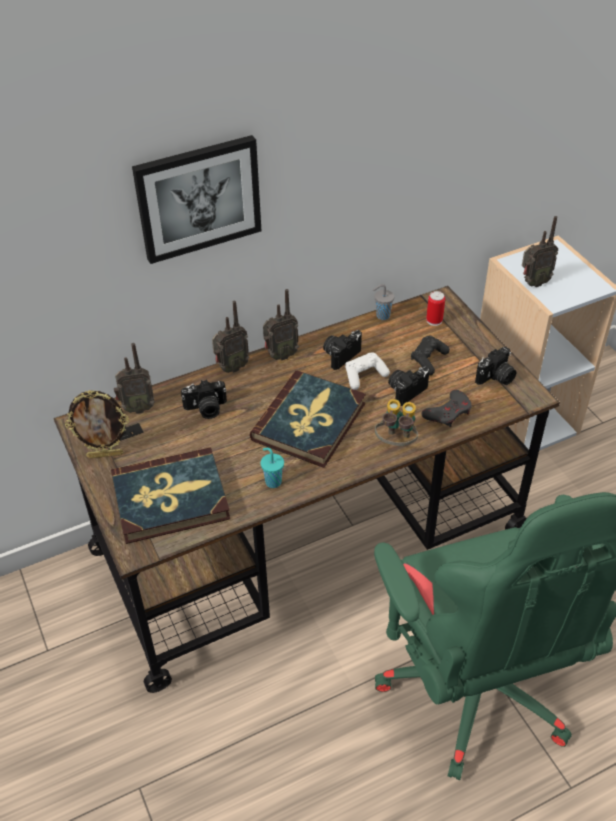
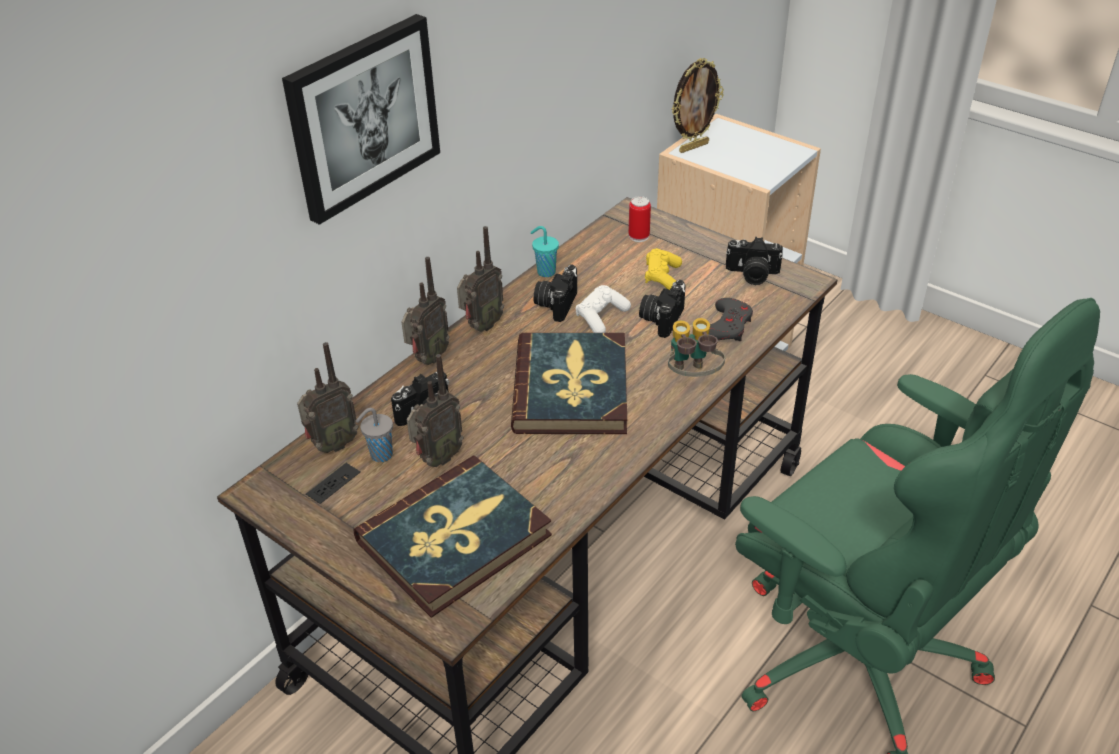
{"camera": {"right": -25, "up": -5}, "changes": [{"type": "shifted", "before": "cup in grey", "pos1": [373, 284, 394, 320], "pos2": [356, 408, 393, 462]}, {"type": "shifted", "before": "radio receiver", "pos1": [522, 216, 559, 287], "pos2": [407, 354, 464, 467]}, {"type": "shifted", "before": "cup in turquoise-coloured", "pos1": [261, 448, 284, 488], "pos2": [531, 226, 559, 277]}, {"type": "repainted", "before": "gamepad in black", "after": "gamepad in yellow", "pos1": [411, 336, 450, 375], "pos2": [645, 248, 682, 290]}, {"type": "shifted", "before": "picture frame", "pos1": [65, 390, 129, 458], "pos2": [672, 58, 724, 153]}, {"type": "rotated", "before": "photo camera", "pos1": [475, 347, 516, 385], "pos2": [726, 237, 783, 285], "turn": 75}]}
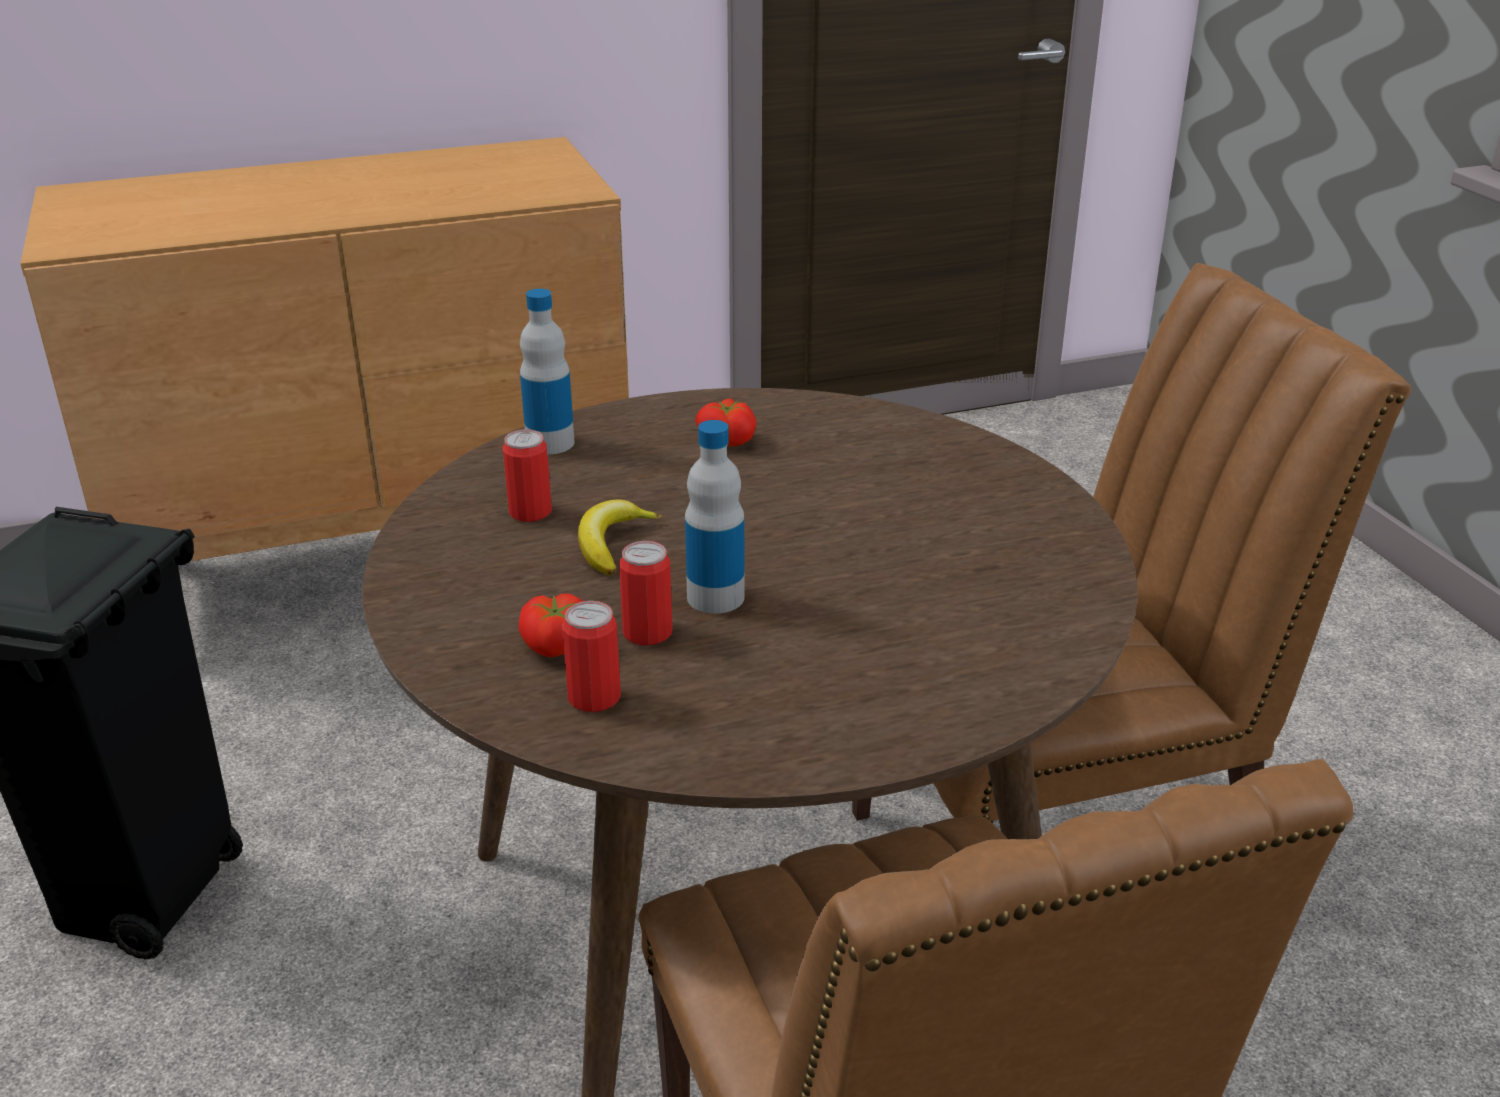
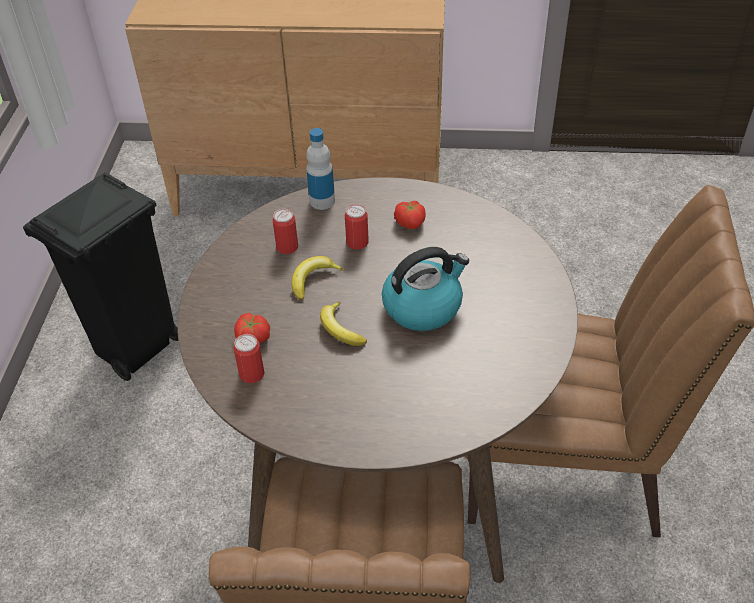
{"camera": {"right": 25, "up": 15}, "changes": [{"type": "swapped", "before": "beverage bottle", "after": "banana fruit", "pos1": [685, 420, 745, 614], "pos2": [320, 302, 367, 346]}, {"type": "shifted", "before": "can", "pos1": [619, 541, 673, 645], "pos2": [345, 204, 369, 250]}, {"type": "new", "after": "water kettle", "pos2": [382, 247, 469, 331]}]}
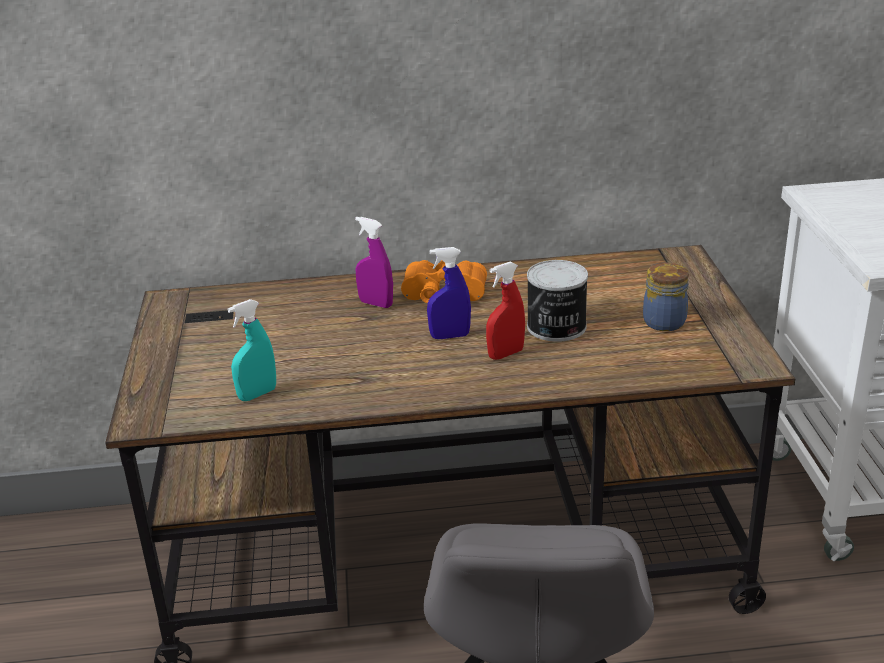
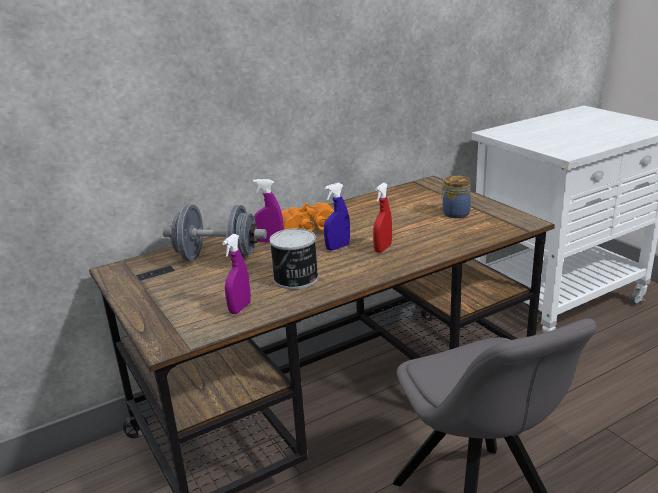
{"camera": {"right": -25, "up": -5}, "changes": [{"type": "new", "after": "free weight in grey", "pos2": [163, 204, 267, 261]}, {"type": "repainted", "before": "spray bottle in turquoise-coloured", "after": "spray bottle in purple-coloured", "pos1": [227, 299, 276, 401], "pos2": [222, 234, 251, 314]}, {"type": "shifted", "before": "can", "pos1": [527, 260, 588, 342], "pos2": [270, 228, 318, 289]}]}
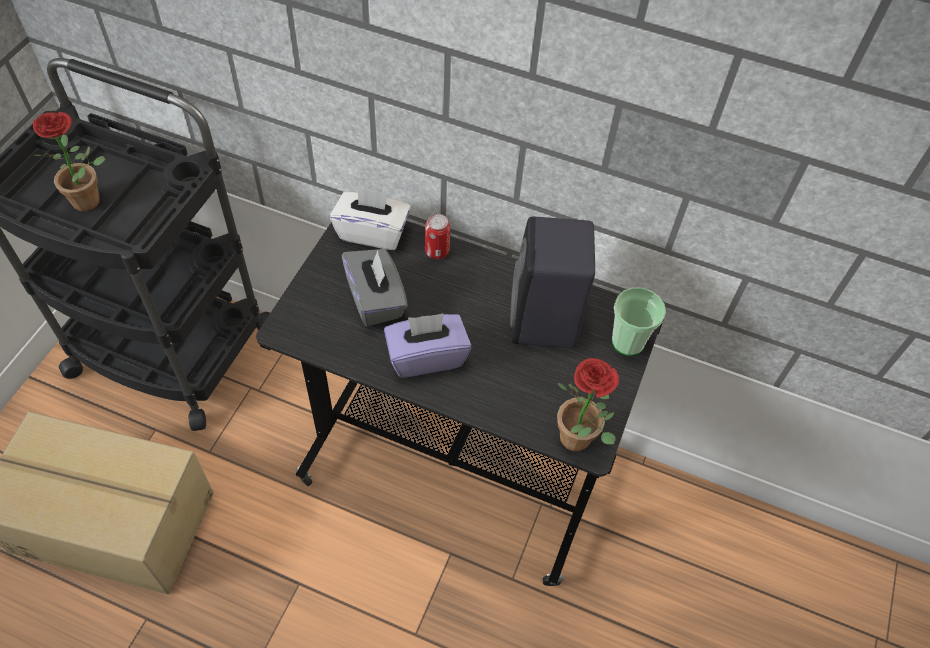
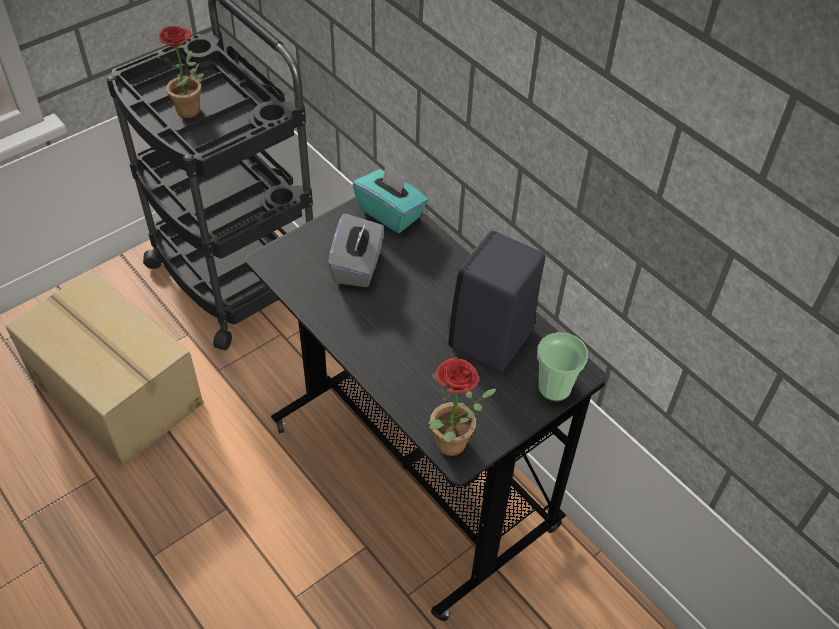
{"camera": {"right": 30, "up": -5}, "changes": [{"type": "repainted", "before": "box of tissues in white-coloured", "after": "box of tissues in turquoise-coloured", "pos1": [330, 186, 411, 250], "pos2": [352, 165, 428, 233]}, {"type": "gone", "before": "box of tissues in purple-coloured", "pos1": [384, 314, 472, 378]}, {"type": "gone", "before": "can", "pos1": [425, 214, 450, 259]}]}
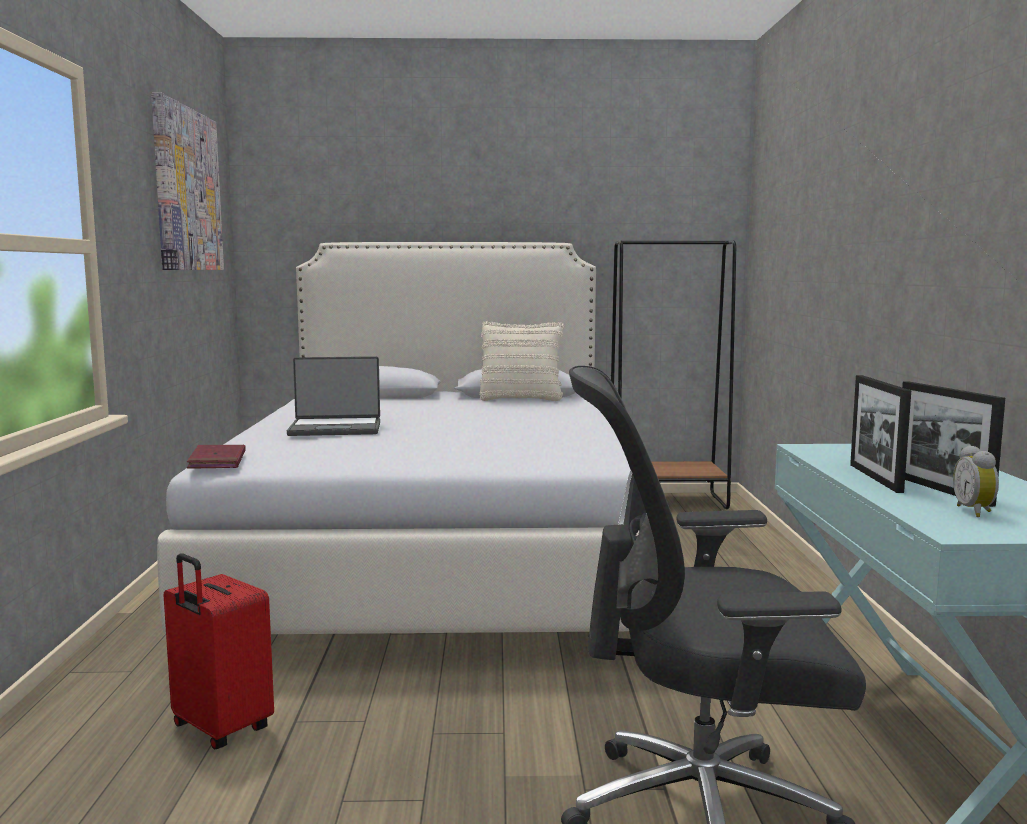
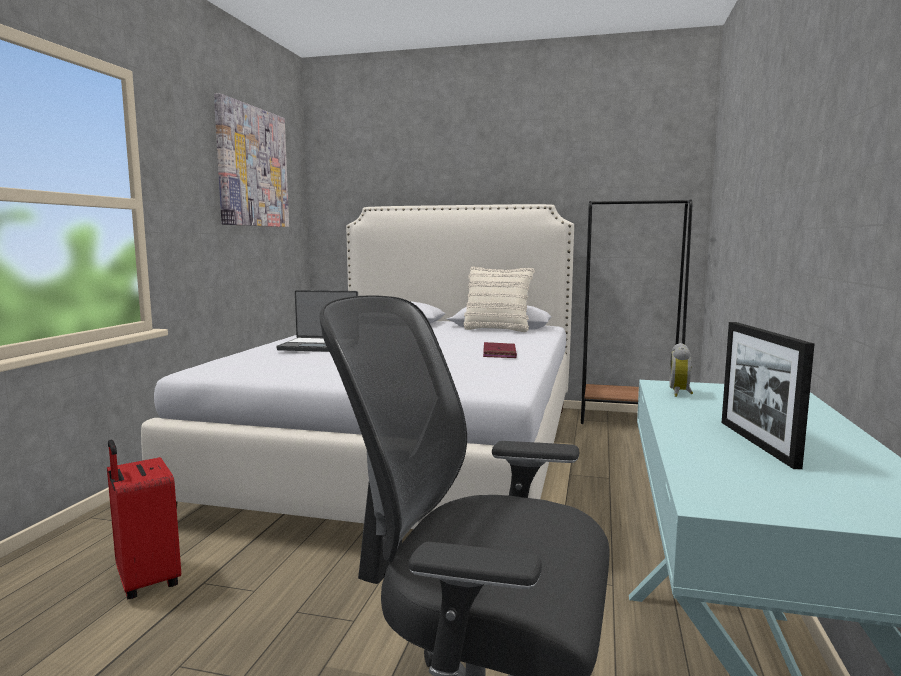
{"camera": {"right": 15, "up": 0}, "changes": [{"type": "shifted", "before": "book in red", "pos1": [187, 445, 245, 469], "pos2": [483, 342, 517, 358]}, {"type": "shifted", "before": "bedside clock", "pos1": [953, 445, 999, 517], "pos2": [669, 343, 693, 397]}, {"type": "gone", "before": "picture frame", "pos1": [850, 375, 911, 493]}]}
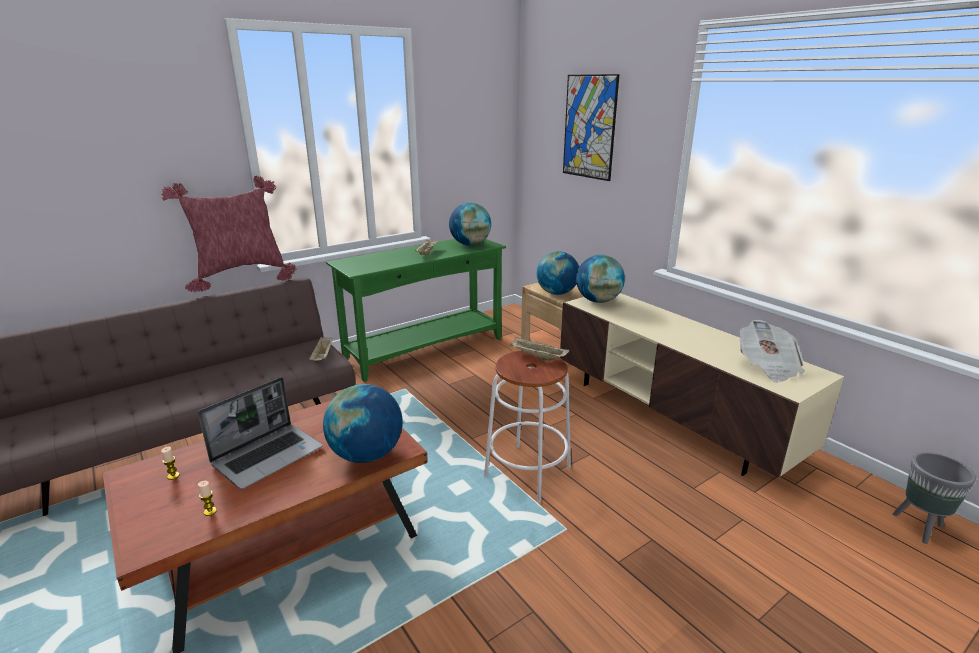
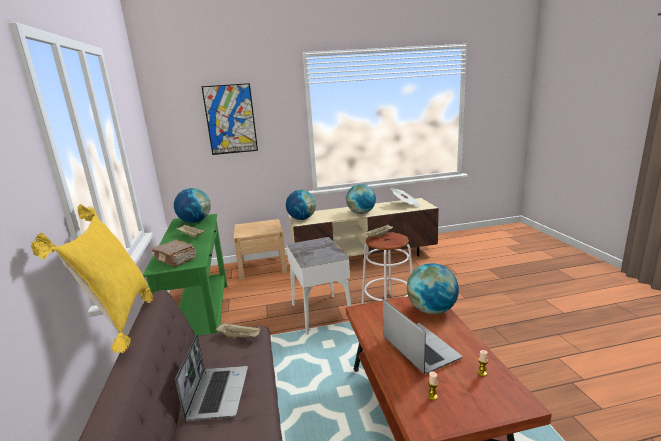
{"camera": {"right": -65, "up": -5}, "changes": [{"type": "repainted", "before": "throw pillow in red", "after": "throw pillow in yellow", "pos1": [162, 175, 297, 292], "pos2": [31, 204, 154, 353]}, {"type": "new", "after": "book in brownish", "pos2": [152, 240, 196, 267]}, {"type": "new", "after": "notebook computer", "pos2": [175, 334, 248, 421]}, {"type": "new", "after": "accent table", "pos2": [287, 237, 351, 335]}, {"type": "shifted", "before": "world globe", "pos1": [536, 251, 579, 295], "pos2": [346, 184, 376, 214]}, {"type": "gone", "before": "plant pot in grey", "pos1": [893, 452, 976, 544]}]}
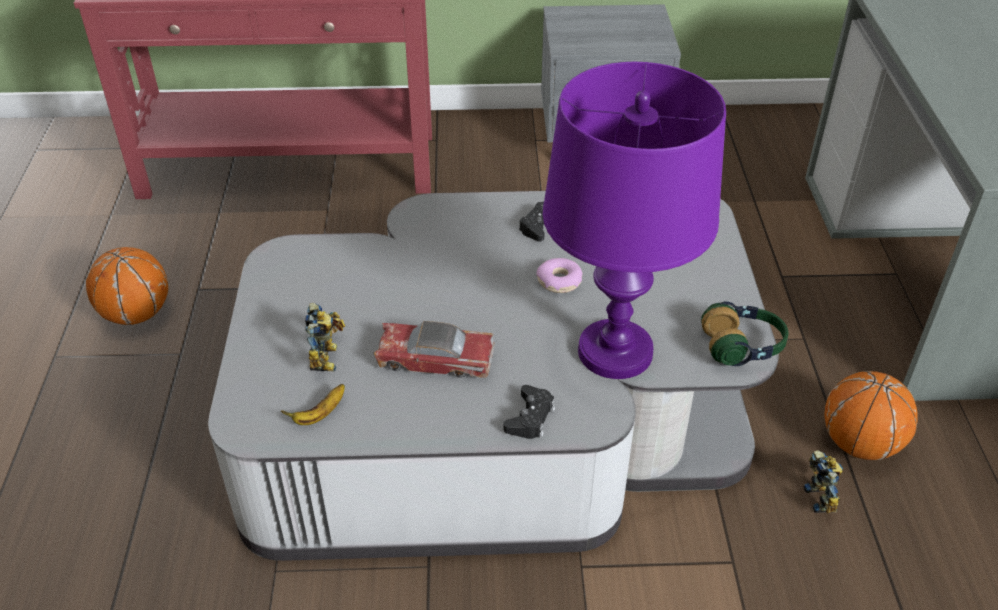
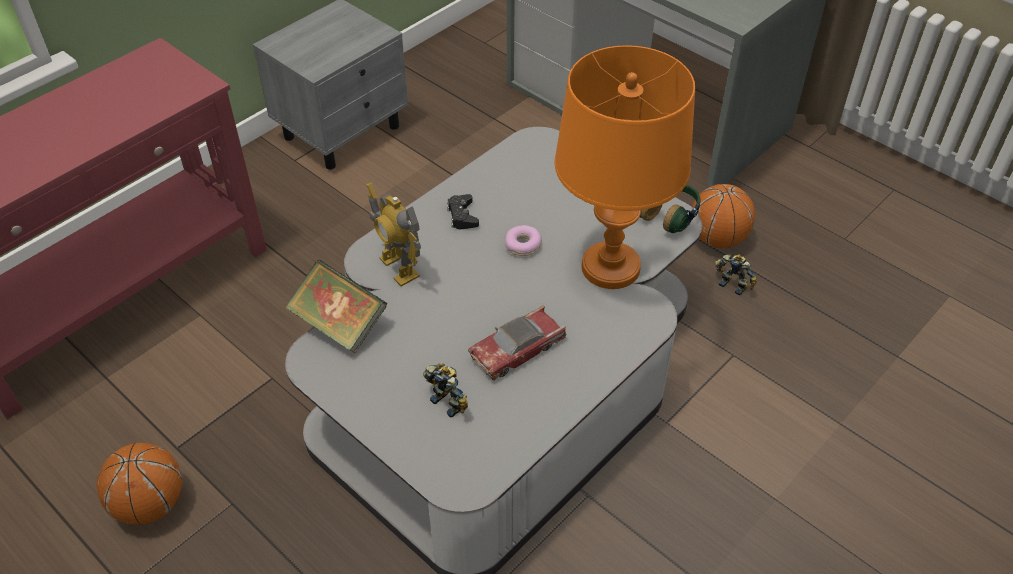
{"camera": {"right": -45, "up": 5}, "changes": [{"type": "new", "after": "book", "pos2": [285, 260, 387, 353]}, {"type": "new", "after": "model robot", "pos2": [366, 183, 421, 286]}, {"type": "repainted", "before": "table lamp in purple-coloured", "after": "table lamp in orange", "pos1": [543, 62, 726, 379], "pos2": [554, 45, 695, 289]}, {"type": "gone", "before": "banana fruit", "pos1": [281, 384, 345, 425]}, {"type": "gone", "before": "gamepad in black", "pos1": [503, 385, 555, 439]}]}
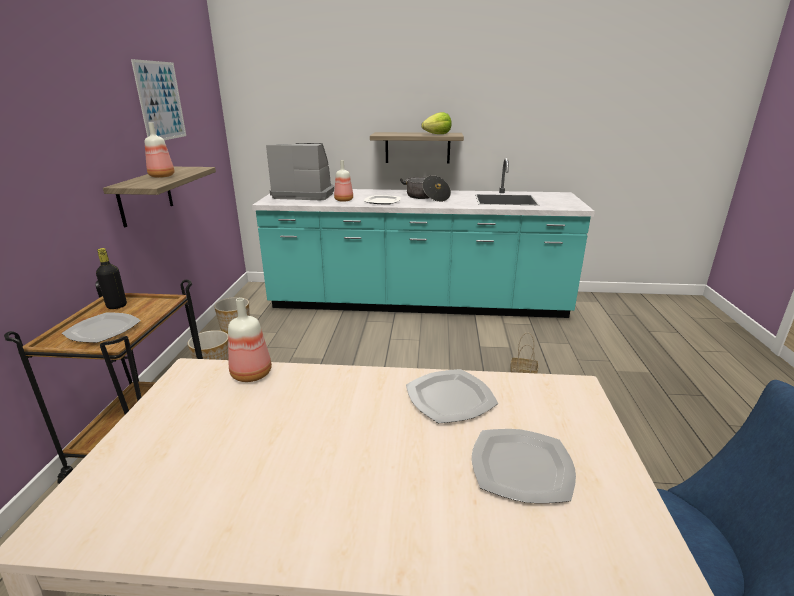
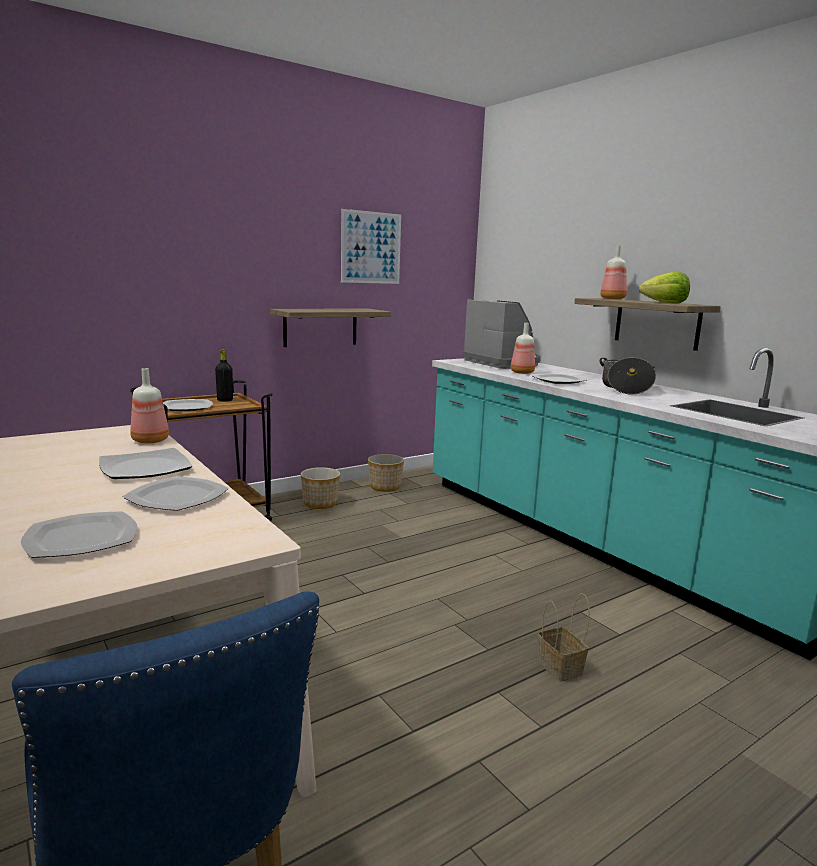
{"camera": {"right": 50, "up": -10}, "changes": [{"type": "new", "after": "dinner plate", "pos2": [99, 448, 192, 479]}, {"type": "shifted", "before": "beverage bottle", "pos1": [145, 123, 174, 178], "pos2": [600, 245, 627, 299]}]}
